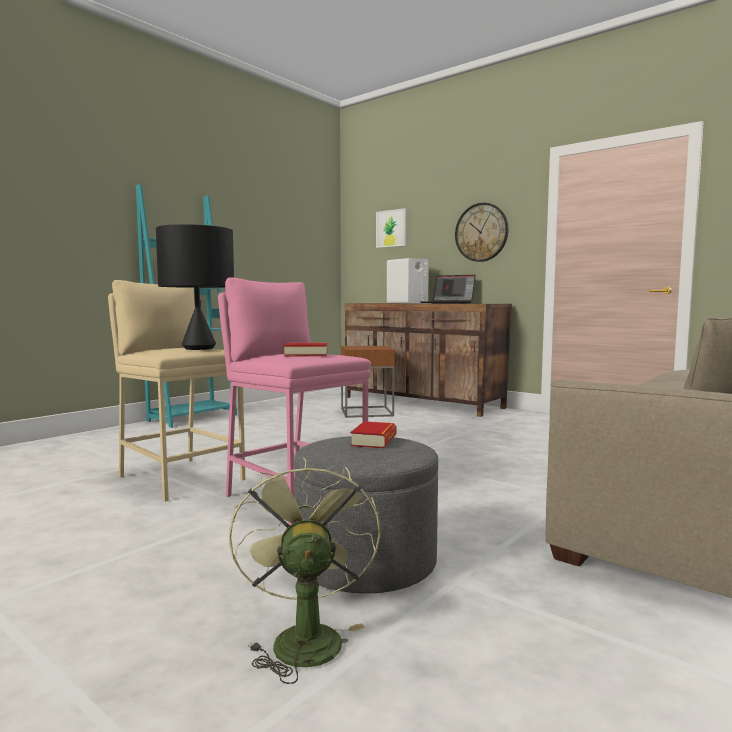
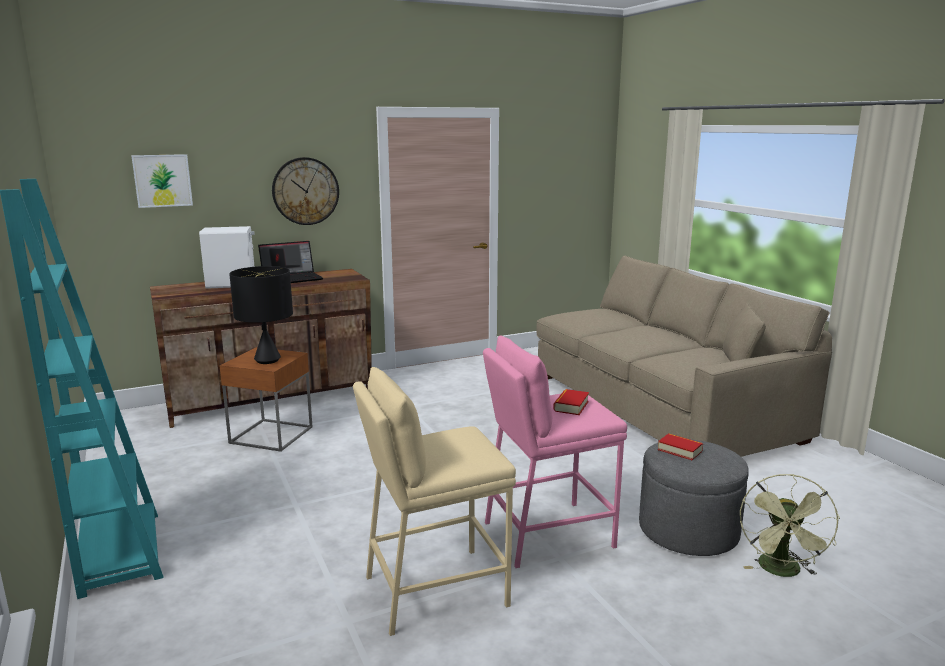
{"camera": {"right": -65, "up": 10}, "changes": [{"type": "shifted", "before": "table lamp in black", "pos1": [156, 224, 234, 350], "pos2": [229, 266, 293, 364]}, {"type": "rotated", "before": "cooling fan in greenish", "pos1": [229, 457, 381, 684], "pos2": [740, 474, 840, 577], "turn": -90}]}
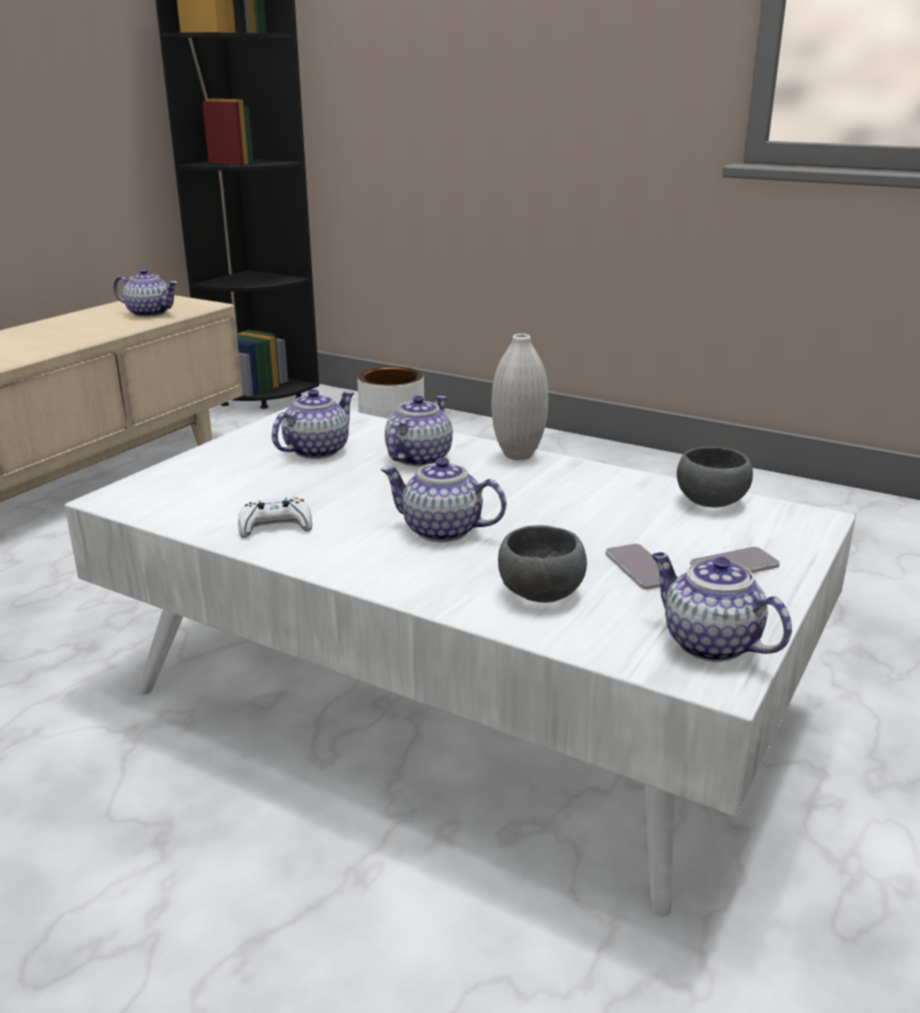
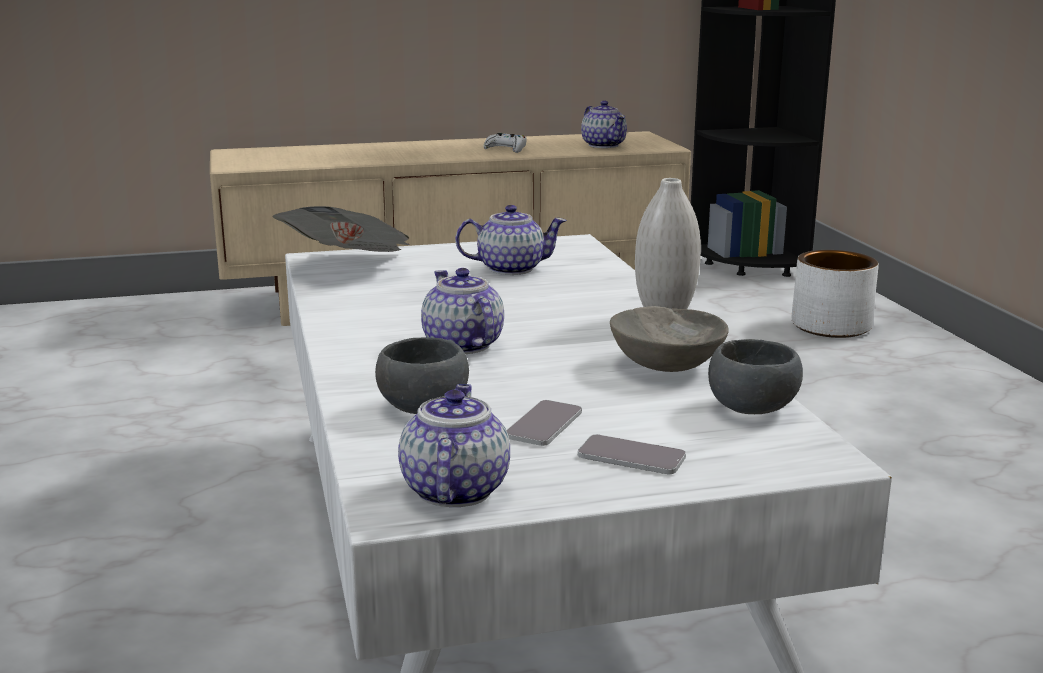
{"camera": {"right": 45, "up": -5}, "changes": [{"type": "new", "after": "newspaper", "pos2": [272, 206, 410, 252]}, {"type": "shifted", "before": "gamepad in white-coloured", "pos1": [238, 497, 312, 538], "pos2": [483, 133, 527, 153]}, {"type": "new", "after": "deep dish in grey", "pos2": [610, 306, 729, 372]}, {"type": "gone", "before": "tea pot", "pos1": [385, 395, 453, 467]}]}
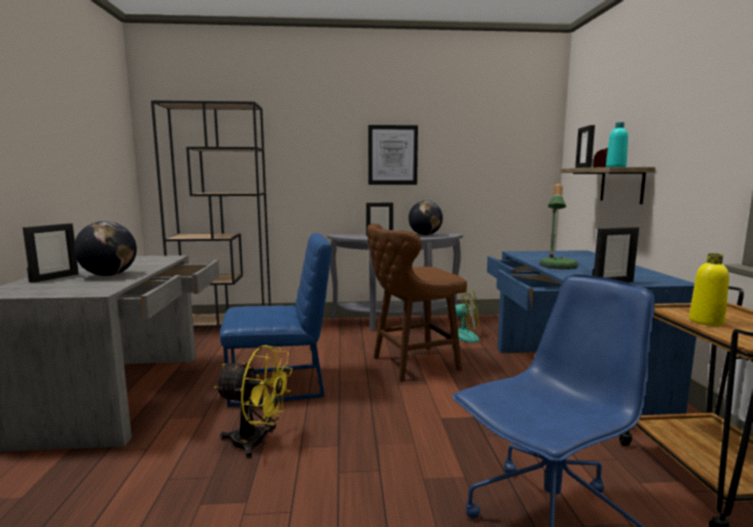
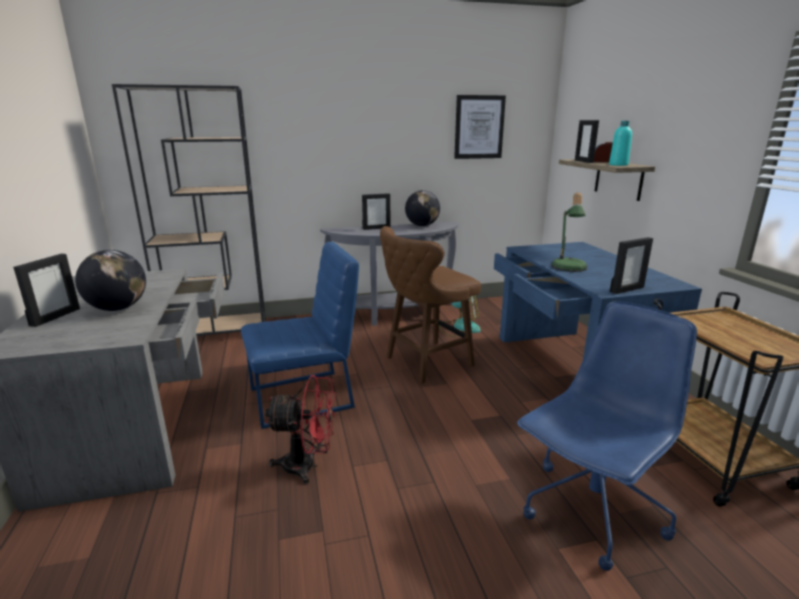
{"camera": {"right": -10, "up": 10}, "changes": [{"type": "repainted", "before": "cooling fan in yellow", "after": "cooling fan in red", "pos1": [214, 345, 293, 459], "pos2": [265, 375, 336, 485]}, {"type": "shifted", "before": "picture", "pos1": [368, 125, 418, 185], "pos2": [454, 95, 506, 159]}, {"type": "gone", "before": "beverage bottle in yellow", "pos1": [689, 253, 729, 326]}]}
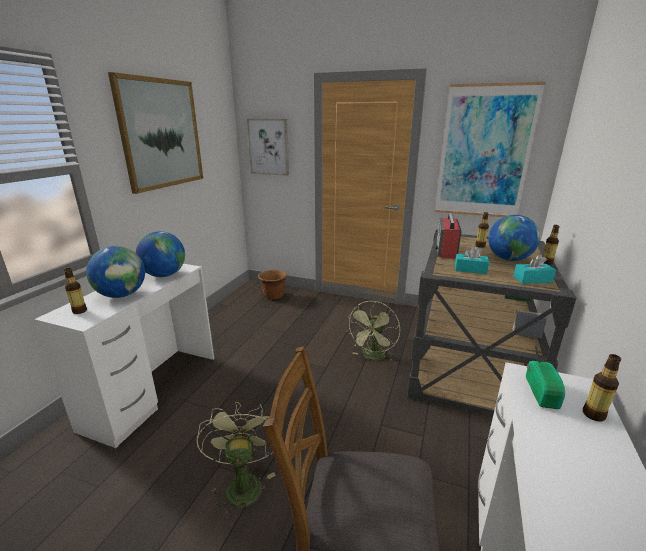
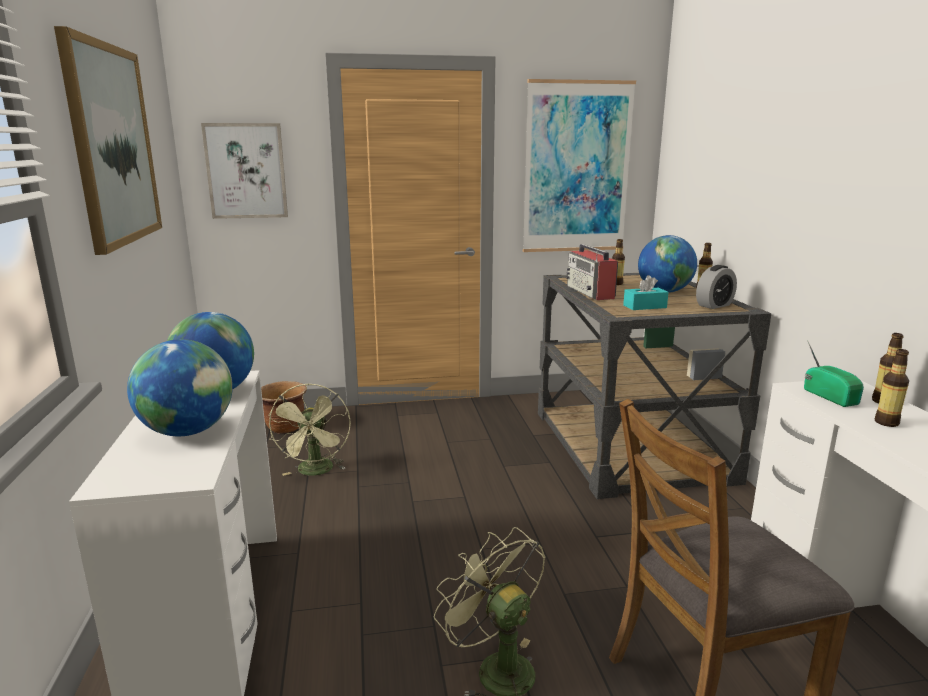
{"camera": {"right": -30, "up": -5}, "changes": [{"type": "shifted", "before": "cooling fan in greenish", "pos1": [347, 301, 400, 361], "pos2": [268, 383, 351, 476]}, {"type": "swapped", "before": "box of tissues in turquoise-coloured", "after": "bedside clock", "pos1": [513, 255, 556, 284], "pos2": [696, 265, 737, 309]}, {"type": "shifted", "before": "beverage bottle", "pos1": [64, 268, 87, 314], "pos2": [875, 349, 909, 427]}]}
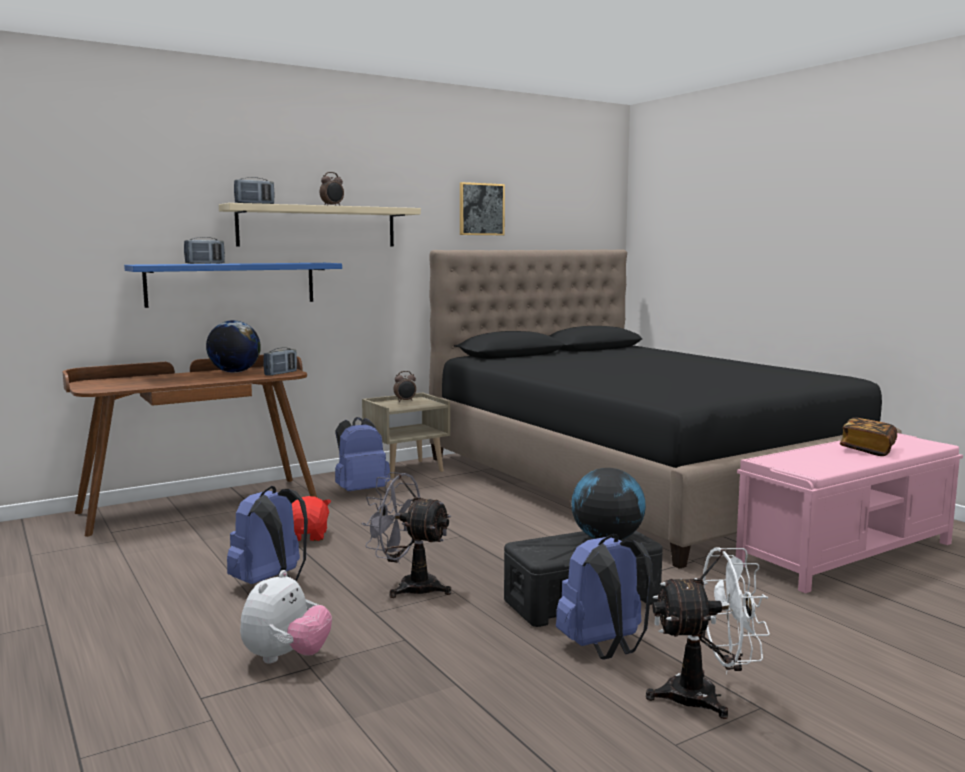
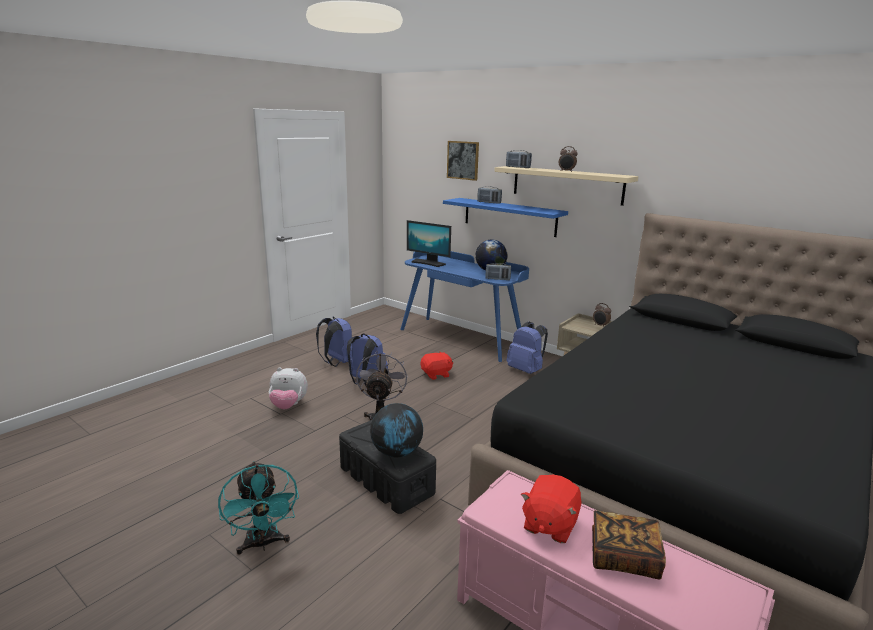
{"camera": {"right": 70, "up": 10}, "changes": [{"type": "repainted", "before": "cooling fan in white-coloured", "after": "cooling fan in turquoise-coloured", "pos1": [646, 547, 770, 719], "pos2": [218, 461, 299, 555]}, {"type": "shifted", "before": "backpack in blue", "pos1": [556, 534, 653, 660], "pos2": [316, 317, 352, 367]}, {"type": "repainted", "before": "desk in brownish", "after": "desk in blue", "pos1": [63, 355, 317, 537], "pos2": [400, 251, 529, 362]}, {"type": "new", "after": "computer screen", "pos2": [407, 220, 451, 267]}, {"type": "shifted", "before": "picture", "pos1": [460, 182, 505, 235], "pos2": [447, 141, 479, 181]}, {"type": "new", "after": "plush toy in red", "pos2": [521, 474, 582, 543]}]}
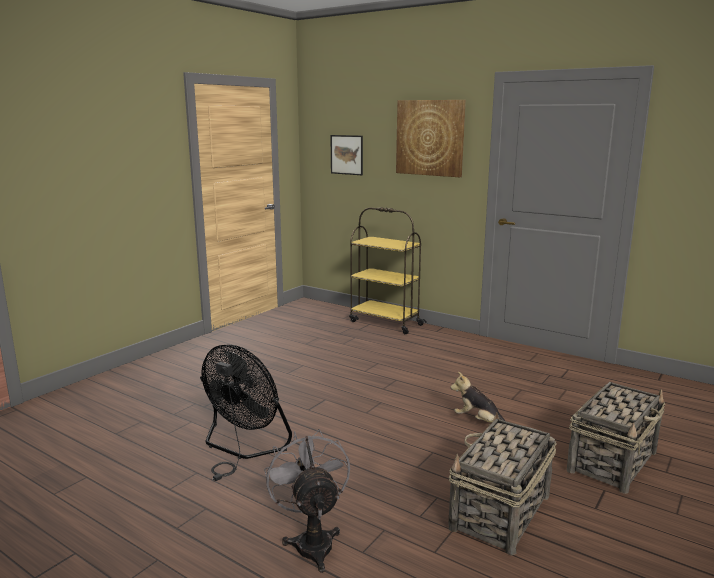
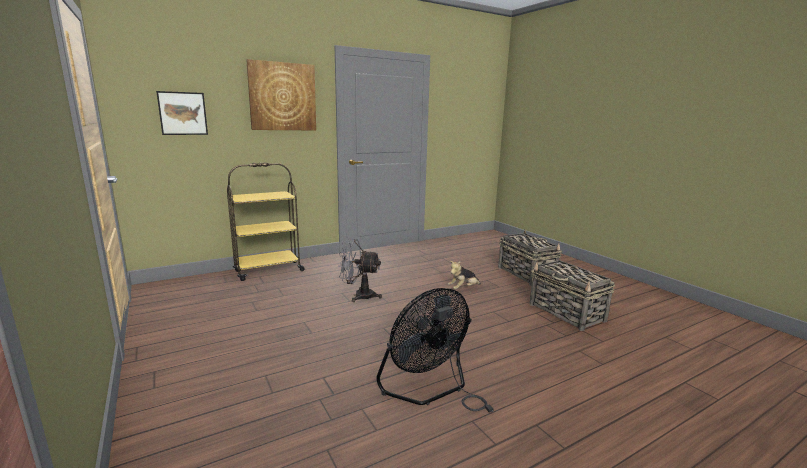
{"camera": {"right": -65, "up": 0}, "changes": [{"type": "shifted", "before": "cooling fan in grey", "pos1": [264, 429, 350, 573], "pos2": [338, 239, 382, 302]}]}
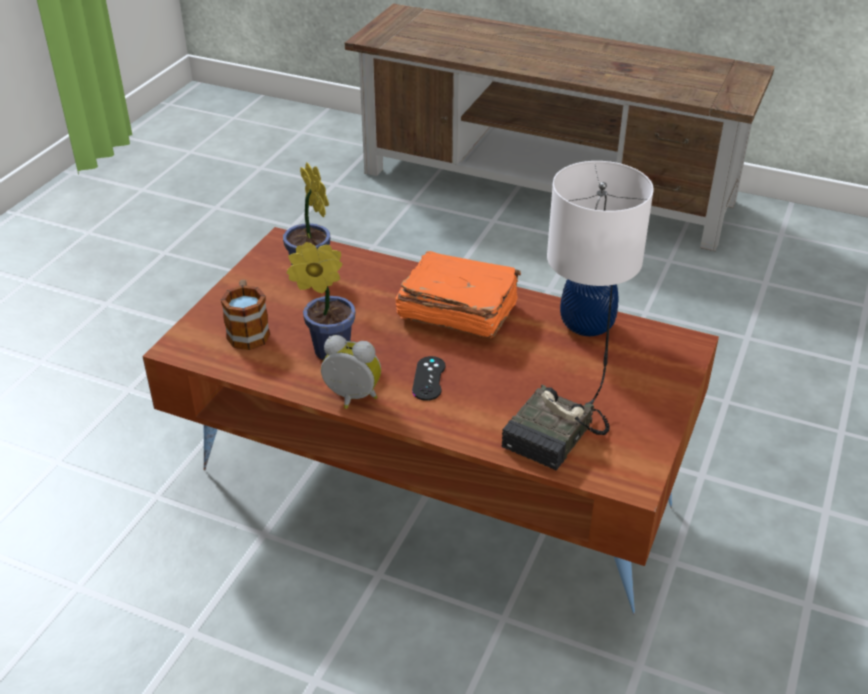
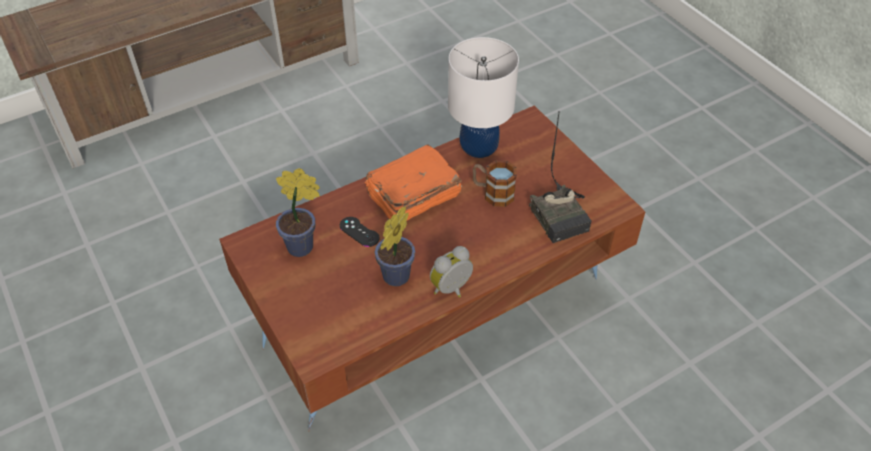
{"camera": {"right": -55, "up": 10}, "changes": [{"type": "shifted", "before": "gamepad in black", "pos1": [412, 356, 445, 401], "pos2": [340, 217, 380, 247]}, {"type": "shifted", "before": "tea mug", "pos1": [221, 280, 270, 350], "pos2": [473, 160, 517, 207]}]}
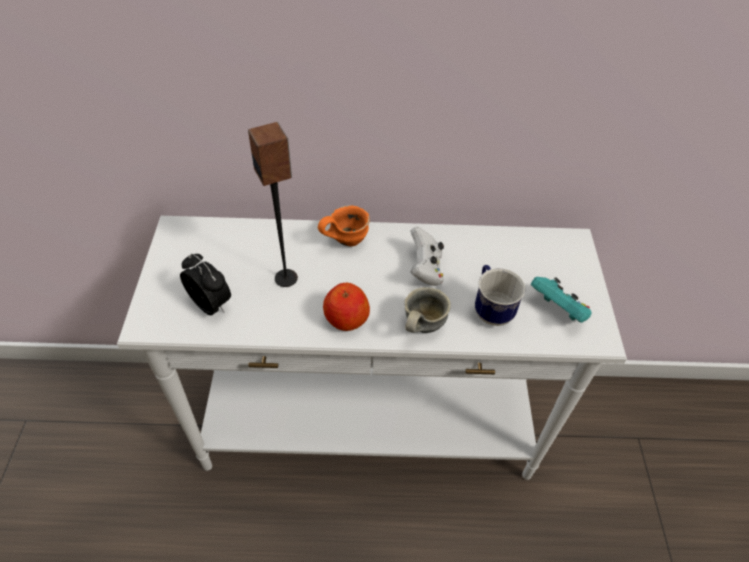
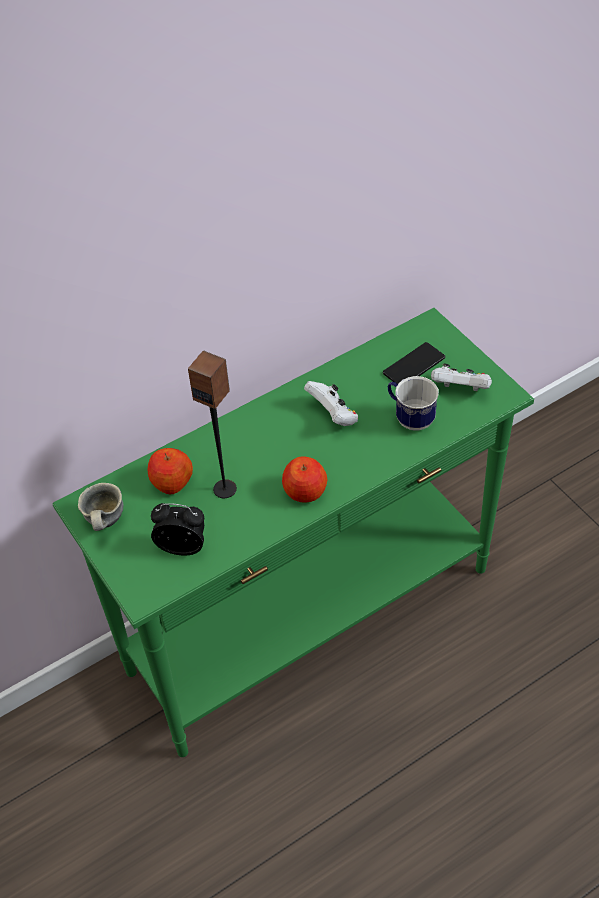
{"camera": {"right": -30, "up": 0}, "changes": [{"type": "repainted", "before": "narrow table in white-coloured", "after": "narrow table in greenish", "pos1": [117, 216, 627, 480], "pos2": [52, 308, 534, 757]}, {"type": "shifted", "before": "tea mug in grey", "pos1": [404, 287, 451, 333], "pos2": [78, 483, 123, 531]}, {"type": "new", "after": "apple fruit", "pos2": [147, 448, 193, 495]}, {"type": "new", "after": "handset", "pos2": [383, 342, 445, 384]}, {"type": "repainted", "before": "gamepad in turquoise-coloured", "after": "gamepad in white-coloured", "pos1": [531, 277, 591, 323], "pos2": [431, 363, 492, 391]}, {"type": "gone", "before": "tea mug in orange", "pos1": [318, 205, 370, 246]}]}
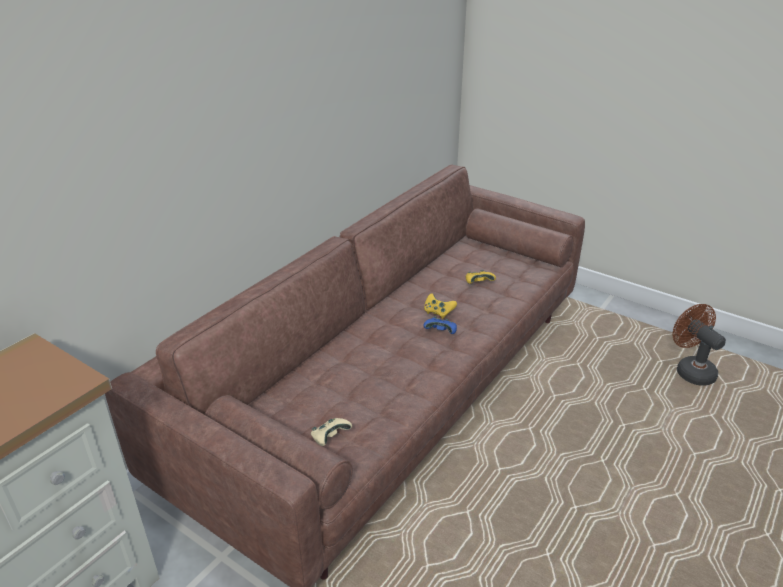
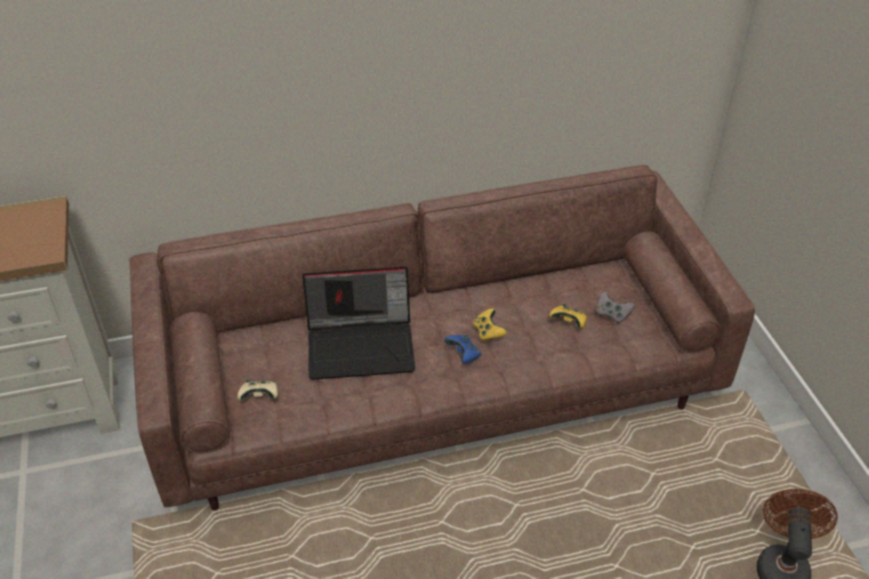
{"camera": {"right": 40, "up": 10}, "changes": [{"type": "new", "after": "notebook computer", "pos2": [302, 266, 415, 380]}, {"type": "new", "after": "gamepad in grey", "pos2": [597, 292, 635, 324]}]}
